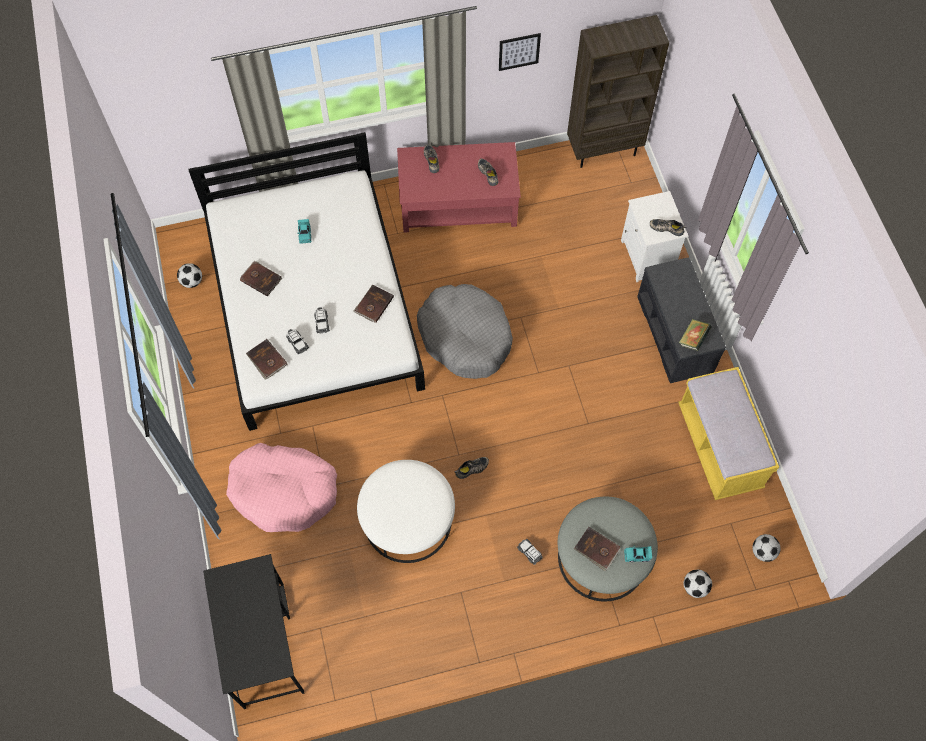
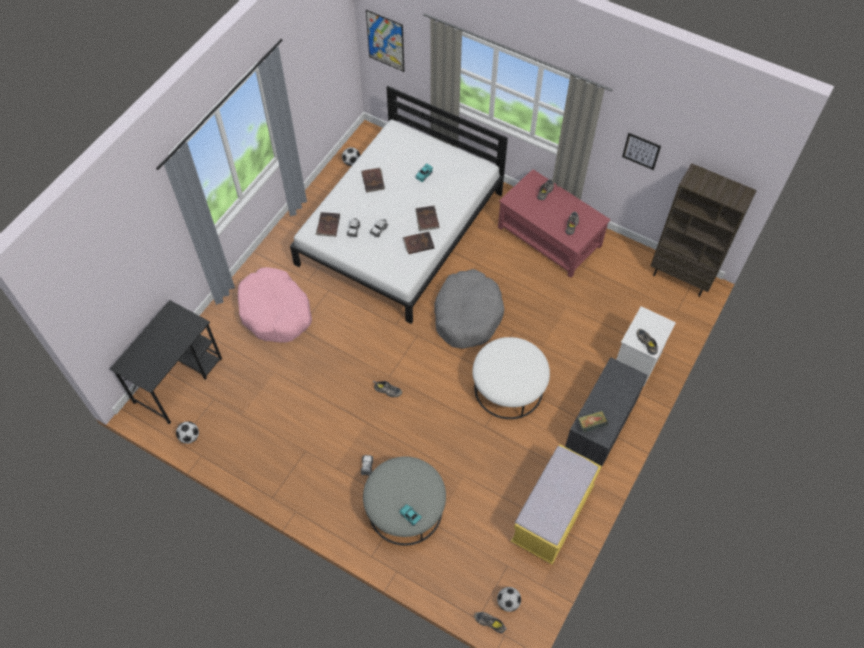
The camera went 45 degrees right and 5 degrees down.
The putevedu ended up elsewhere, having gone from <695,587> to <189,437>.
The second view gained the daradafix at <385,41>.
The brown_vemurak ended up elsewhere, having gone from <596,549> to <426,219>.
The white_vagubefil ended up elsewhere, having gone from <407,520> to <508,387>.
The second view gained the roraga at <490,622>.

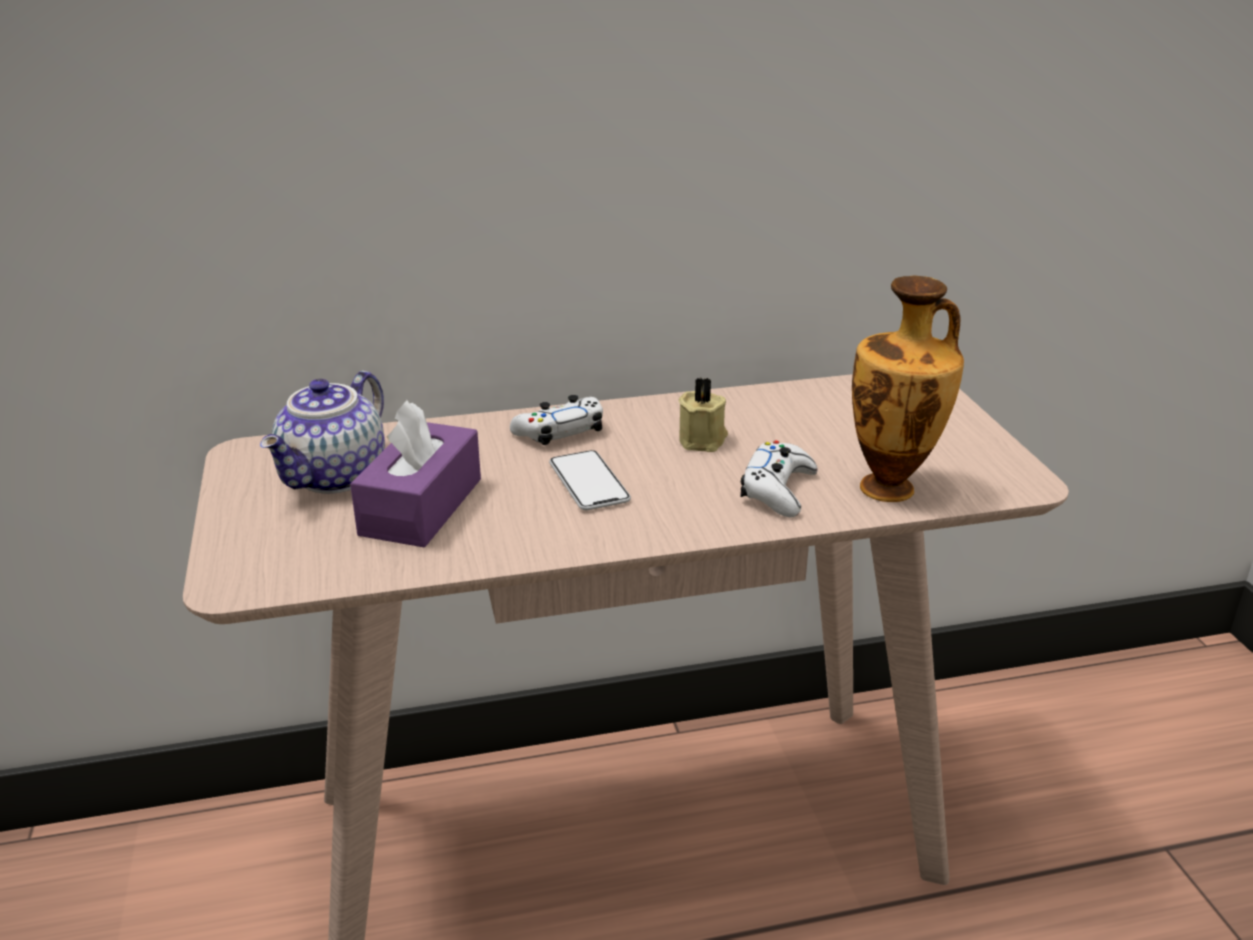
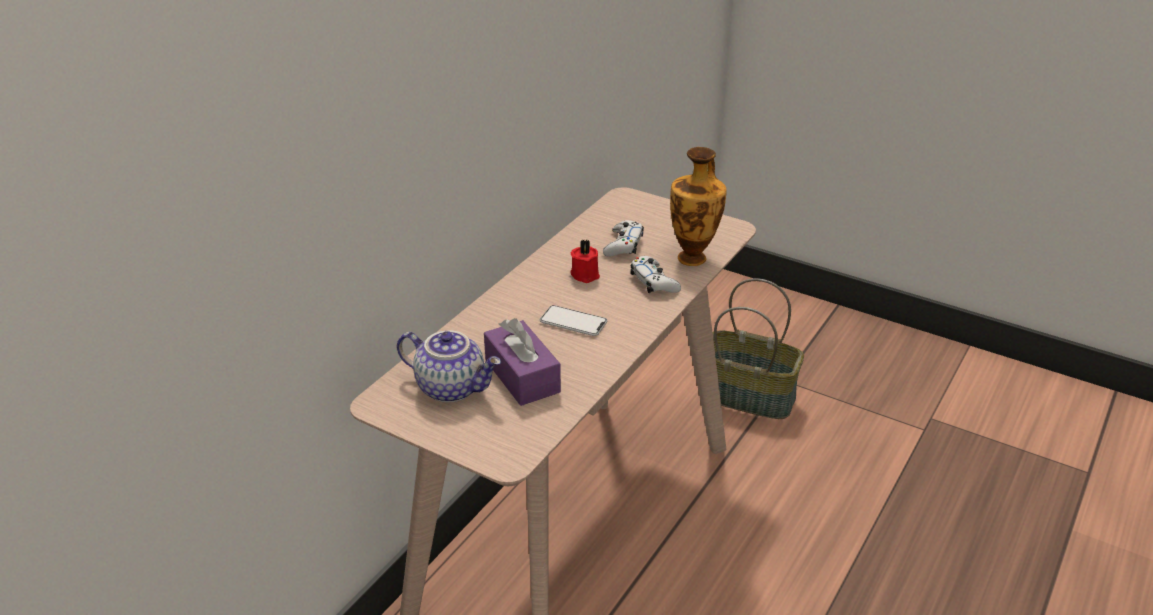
The camera went 45 degrees left and 5 degrees up.
The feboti at <335,477> ended up facing another way, 45 degrees counterclockwise from before.
What was the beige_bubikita at <704,440> turned into the red_bubikita at <585,274>.
The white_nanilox ended up elsewhere, having gone from <560,431> to <623,245>.
The second view gained the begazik at <748,396>.

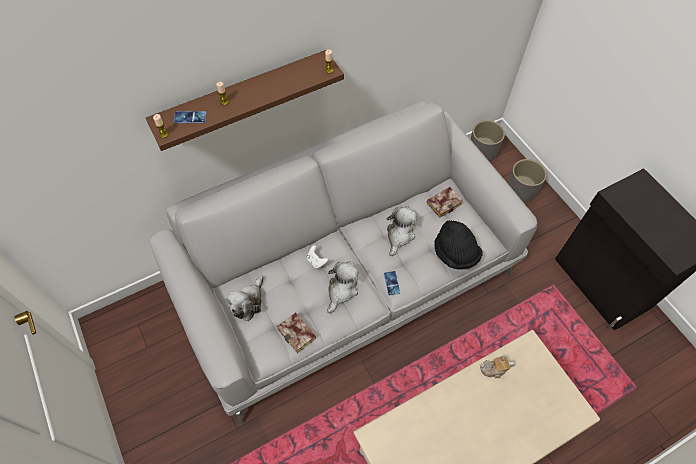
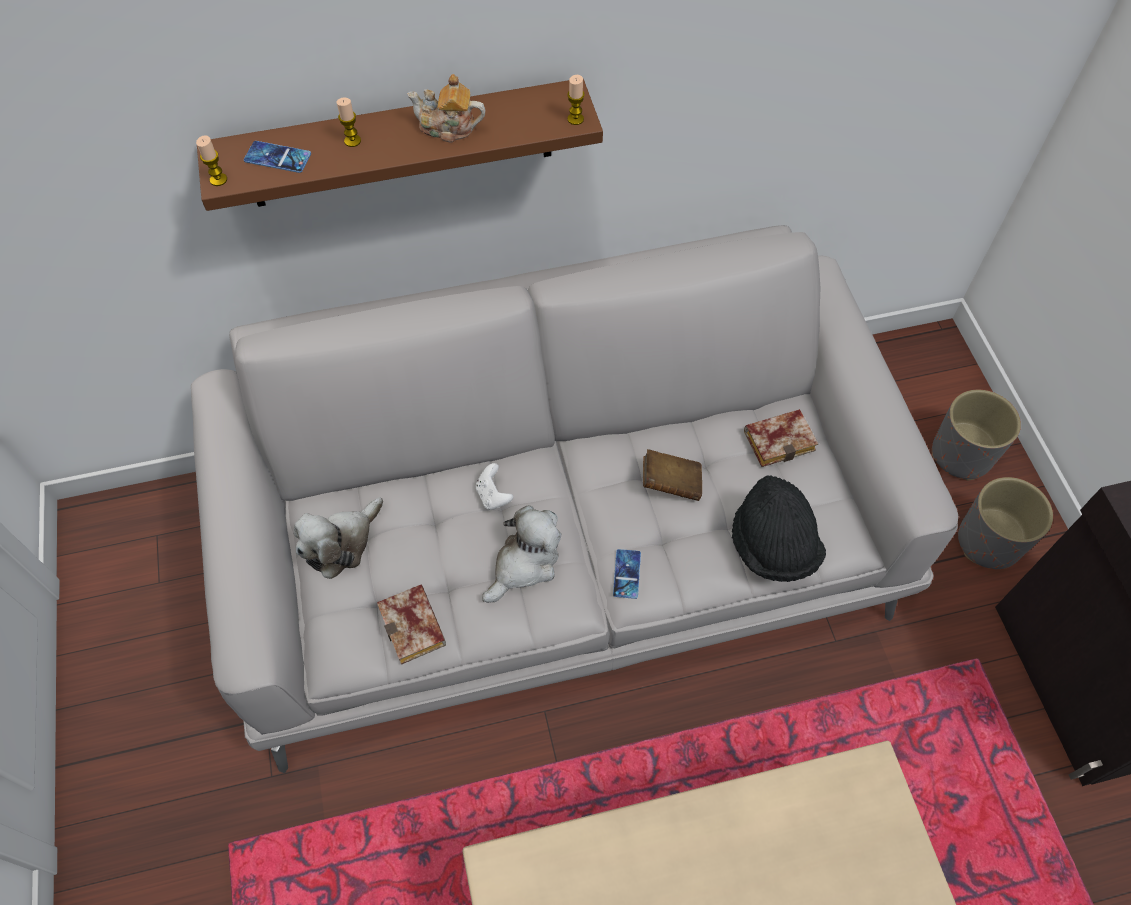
The camera went 15 degrees right and 0 degrees up.
The feboti ended up elsewhere, having gone from <493,369> to <448,128>.
Where the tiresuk stood at <399,235>, the brown_vemurak came to stand at <671,483>.
The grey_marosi ended up elsewhere, having gone from <481,152> to <988,541>.

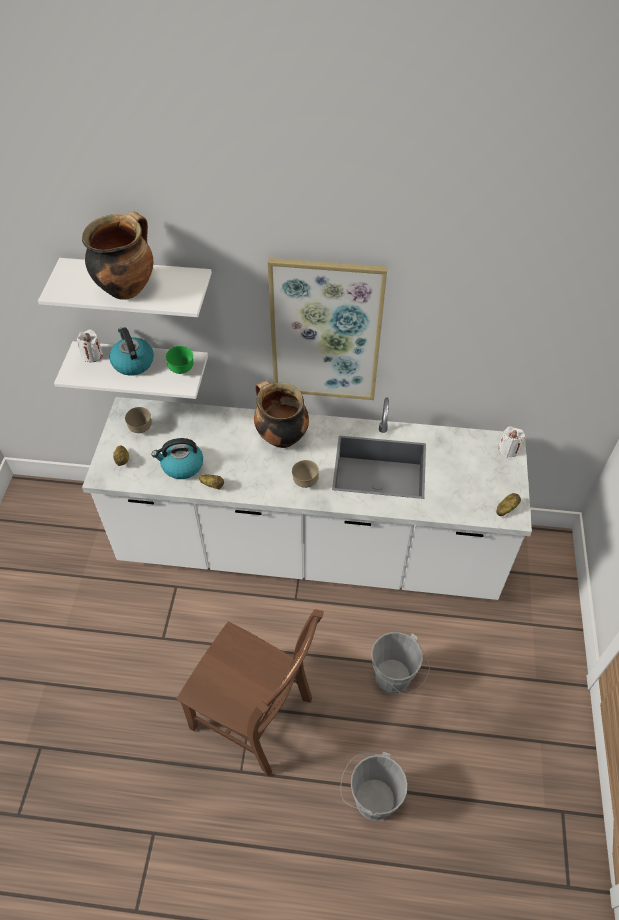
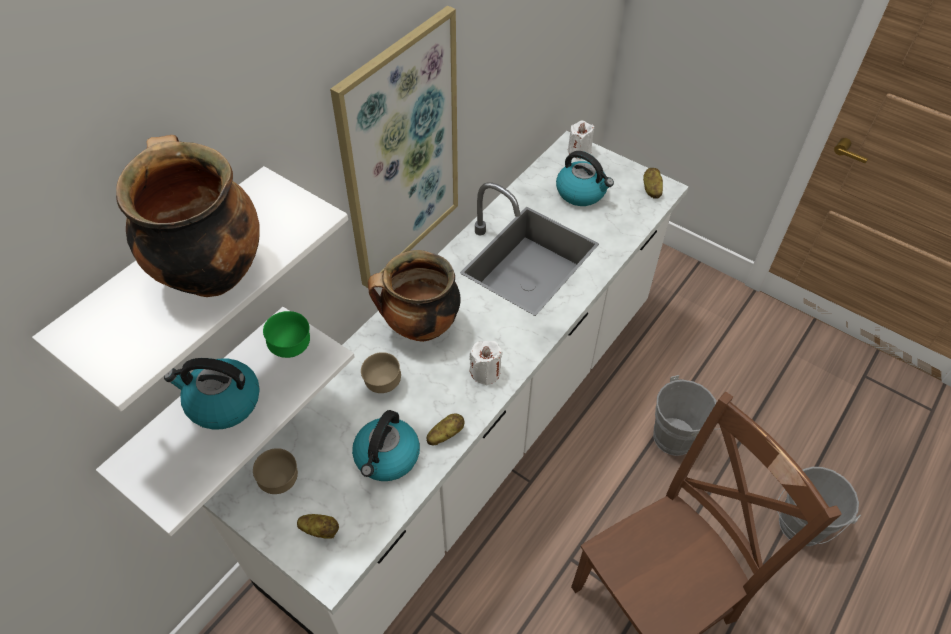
The camera went 60 degrees left and 0 degrees up.
The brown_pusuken ended up elsewhere, having gone from <305,482> to <383,384>.
The white_bubikita ended up elsewhere, having gone from <92,355> to <485,372>.
The second view gained the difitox at <581,192>.

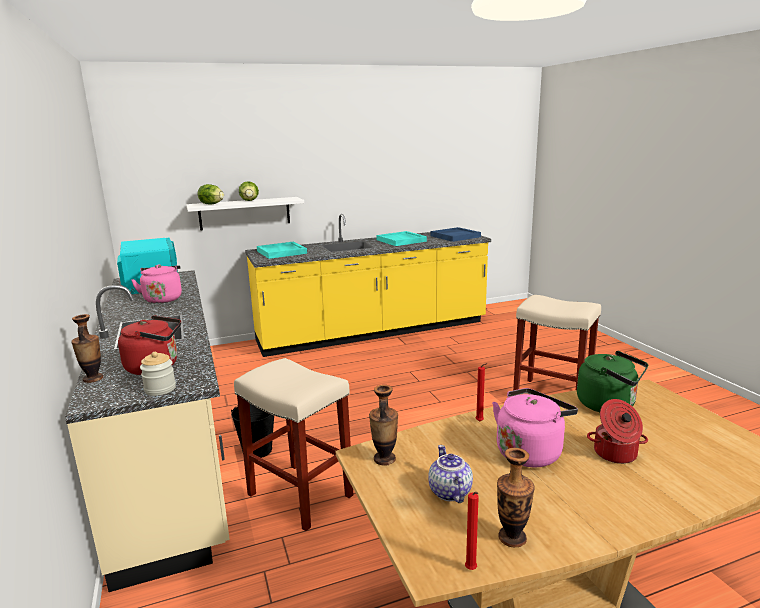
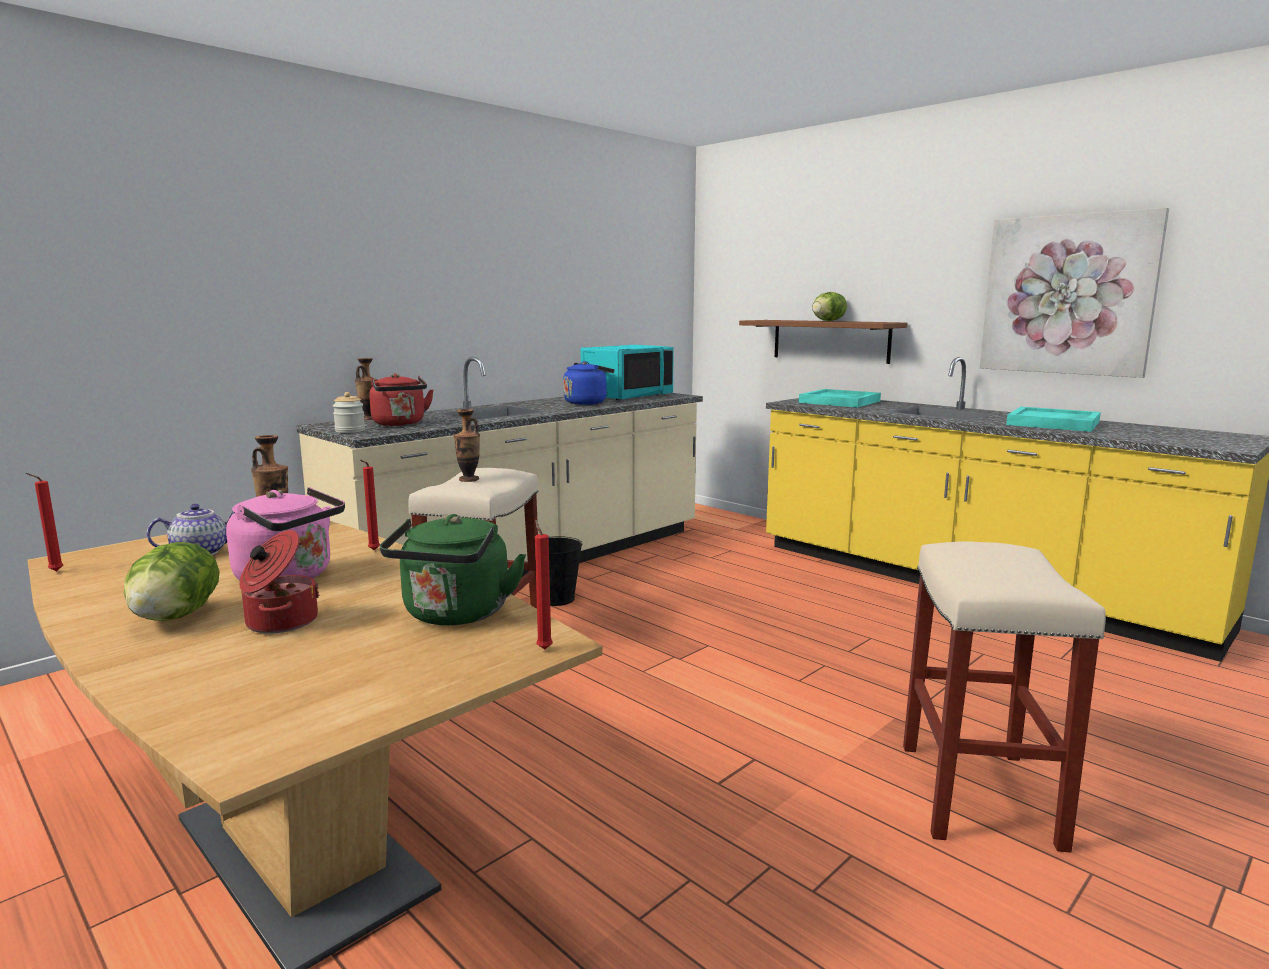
The camera went 65 degrees right and 5 degrees down.
The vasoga ended up elsewhere, having gone from <212,204> to <175,617>.
The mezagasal ended up elsewhere, having gone from <512,538> to <469,479>.
The second view gained the red_bubikita at <543,648>.
What was the pink_difitox at <163,299> turned into the blue_difitox at <587,403>.
What was the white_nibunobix at <245,213> turned into the brown_nibunobix at <830,340>.
The second view gained the daradafix at <1067,295>.
The second view lost the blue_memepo at <455,236>.

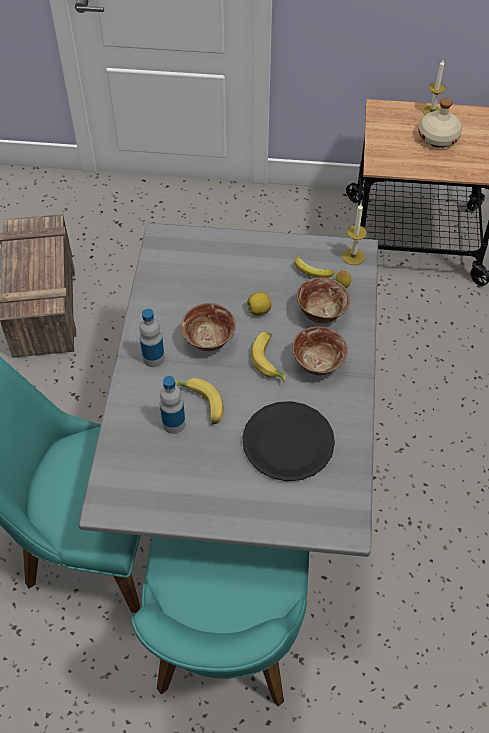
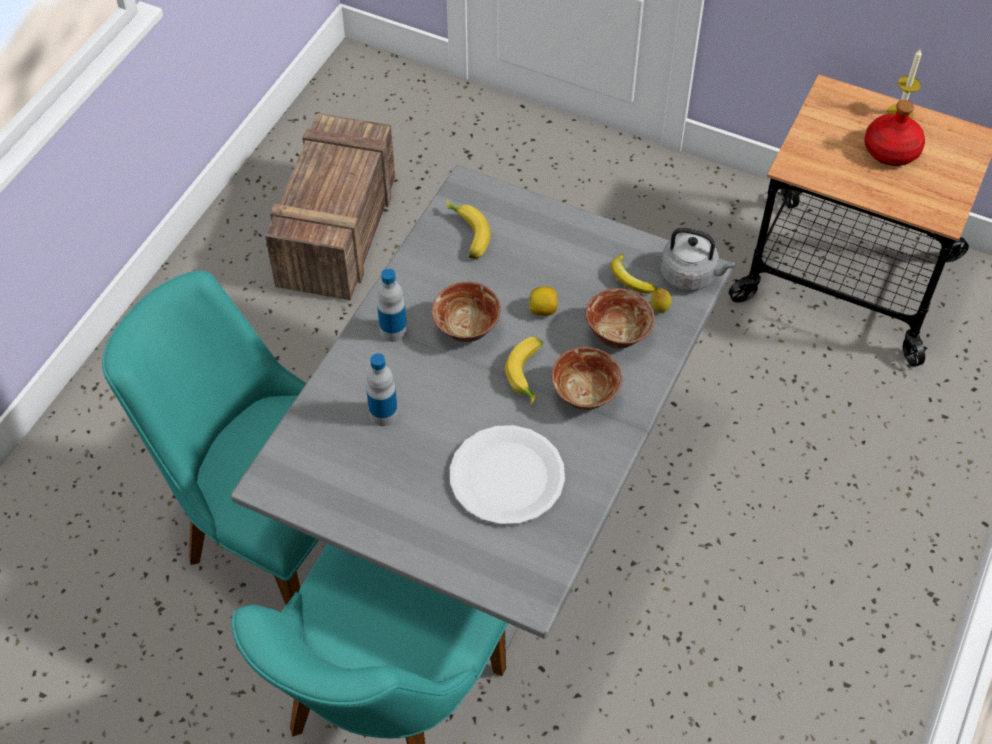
The camera went 20 degrees right and 0 degrees up.
The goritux ended up elsewhere, having gone from <200,404> to <466,235>.
What was the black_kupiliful at <288,442> turned into the white_kupiliful at <507,477>.
Where the bubikita stood at <353,256>, the grey_difitox came to stand at <691,275>.
What was the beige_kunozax at <438,137> turned into the red_kunozax at <892,150>.

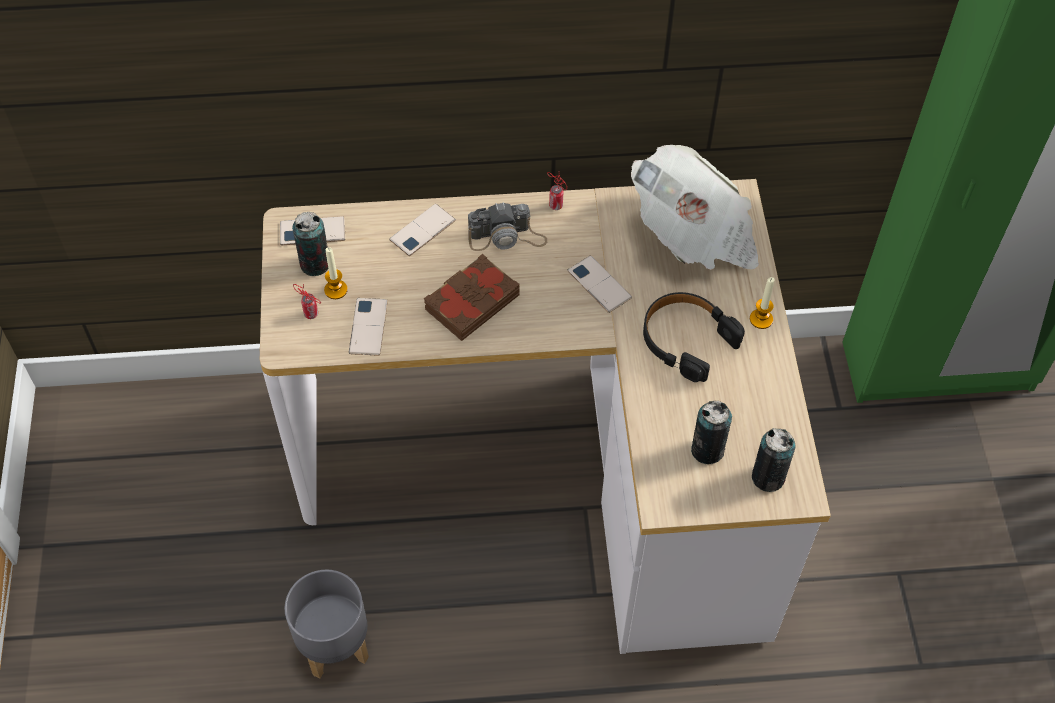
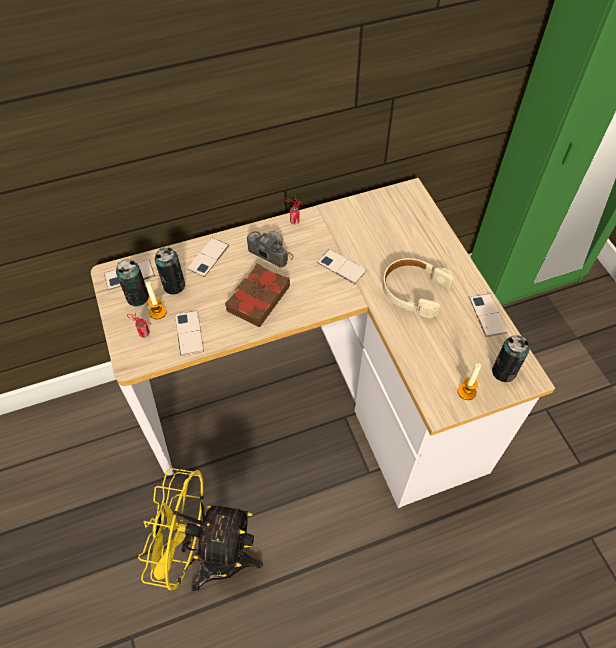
The camera went 15 degrees left and 0 degrees up.
Where the grey_marosi stood at <335,646>, the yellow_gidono came to stand at <209,555>.
The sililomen ended up elsewhere, having gone from <707,450> to <174,286>.
The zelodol at <507,237> ended up facing another way, 120 degrees counterclockwise from before.
What was the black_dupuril at <686,340> turned into the beige_dupuril at <413,291>.
The bubikita ended up elsewhere, having gone from <761,319> to <466,392>.
The second view gained the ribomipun at <487,315>.
The second view lost the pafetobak at <695,235>.

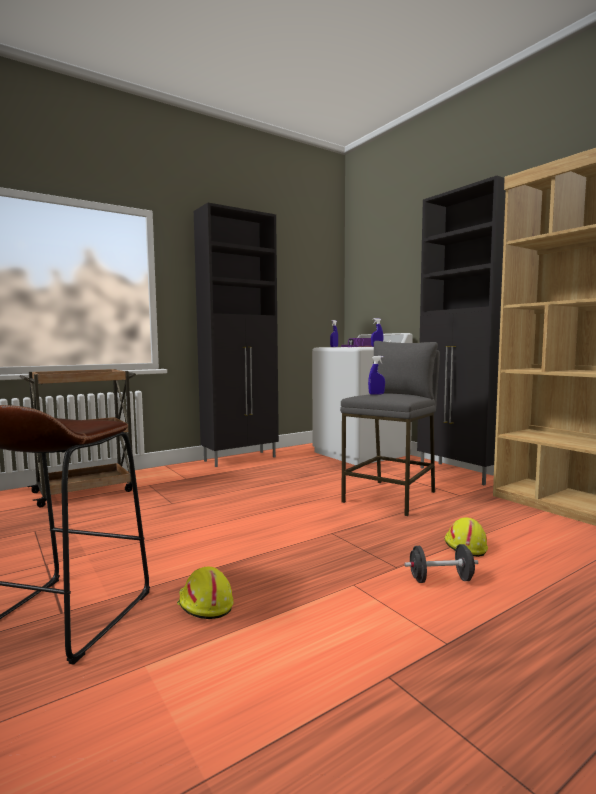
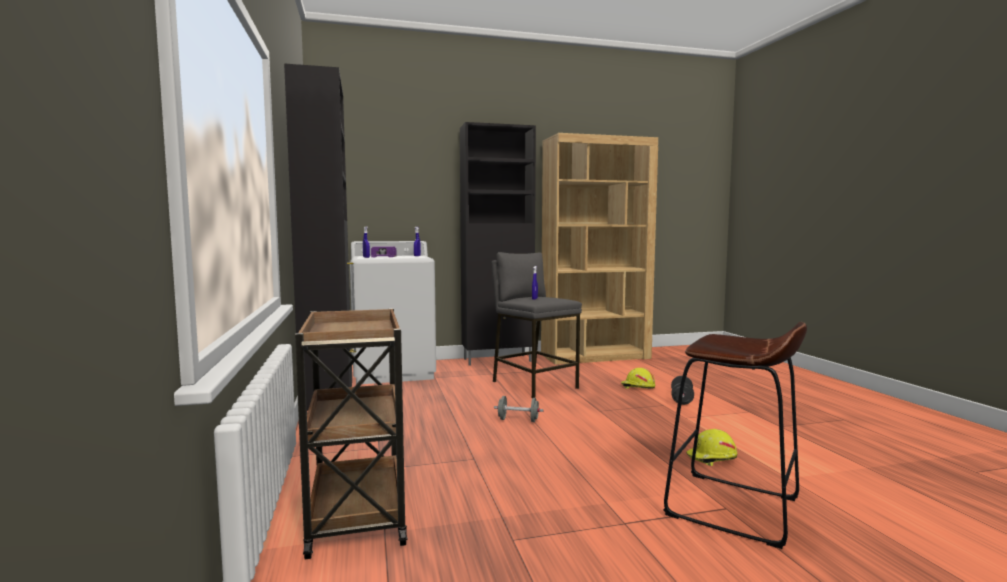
The camera went 70 degrees left and 0 degrees up.
The second view gained the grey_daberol at <518,420>.

